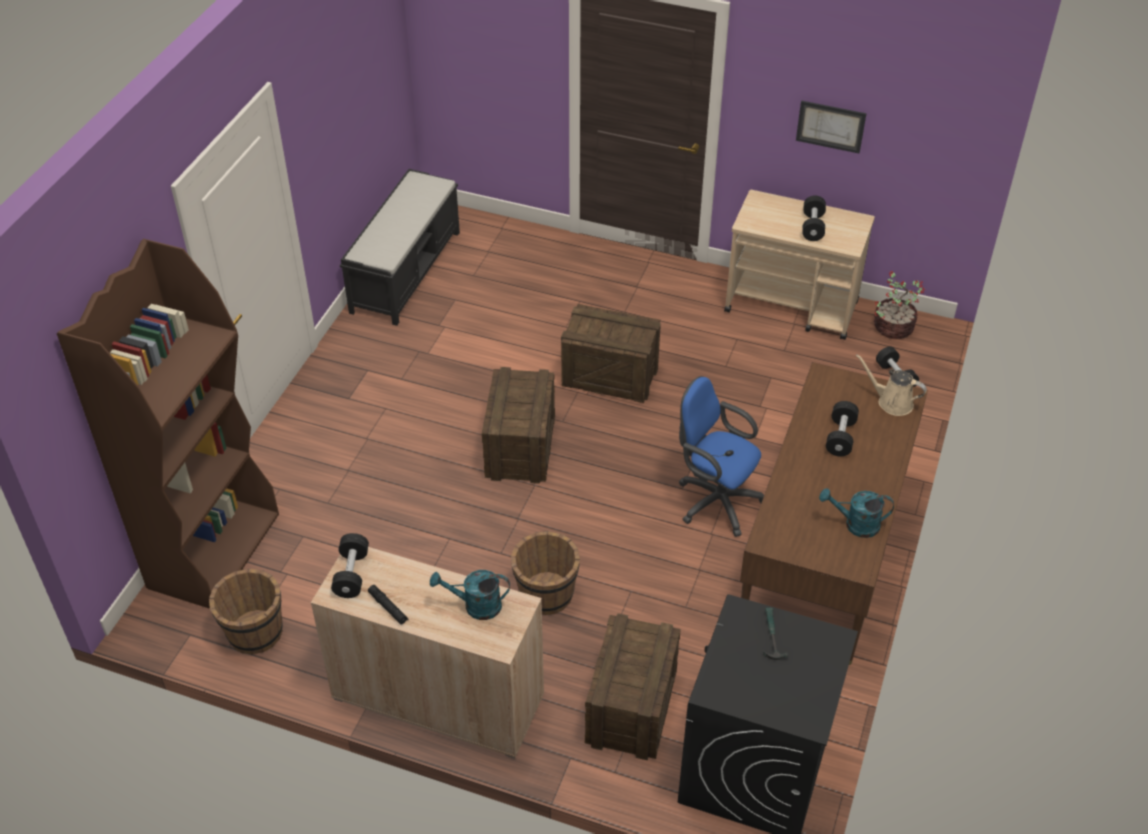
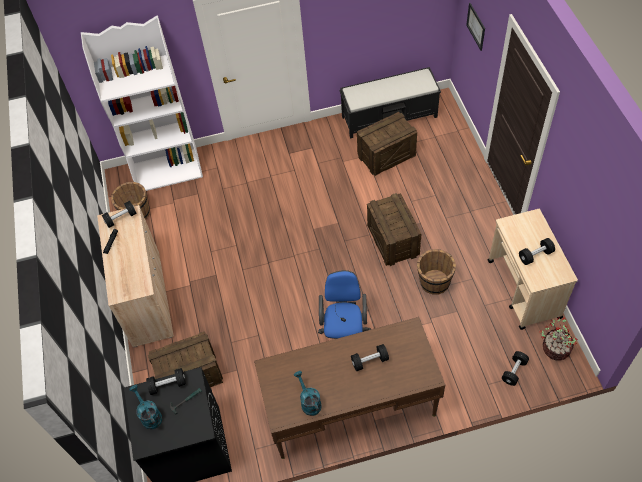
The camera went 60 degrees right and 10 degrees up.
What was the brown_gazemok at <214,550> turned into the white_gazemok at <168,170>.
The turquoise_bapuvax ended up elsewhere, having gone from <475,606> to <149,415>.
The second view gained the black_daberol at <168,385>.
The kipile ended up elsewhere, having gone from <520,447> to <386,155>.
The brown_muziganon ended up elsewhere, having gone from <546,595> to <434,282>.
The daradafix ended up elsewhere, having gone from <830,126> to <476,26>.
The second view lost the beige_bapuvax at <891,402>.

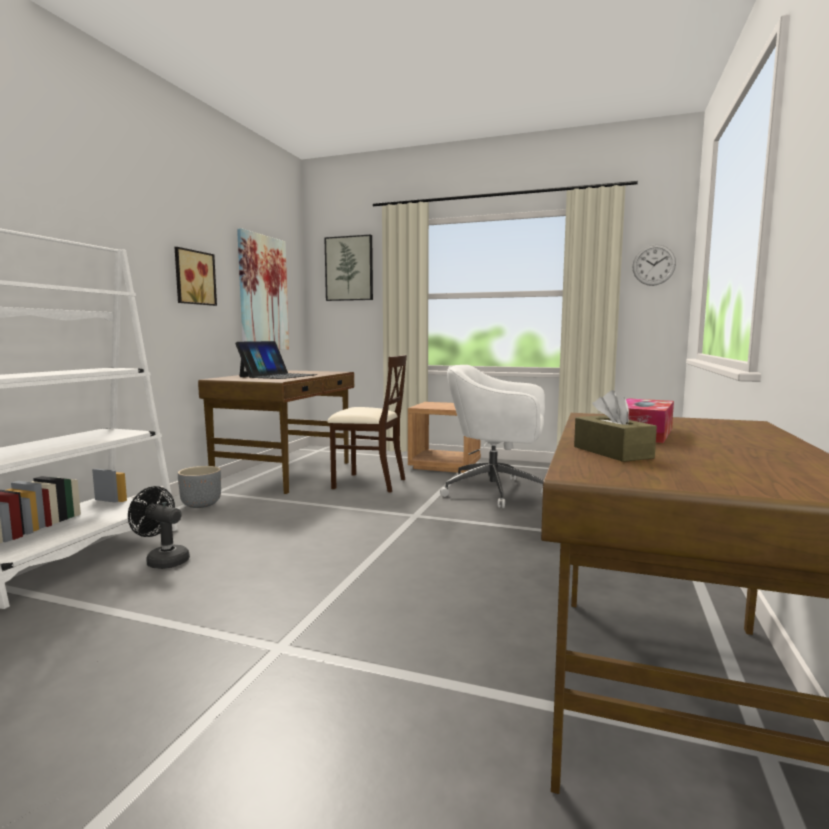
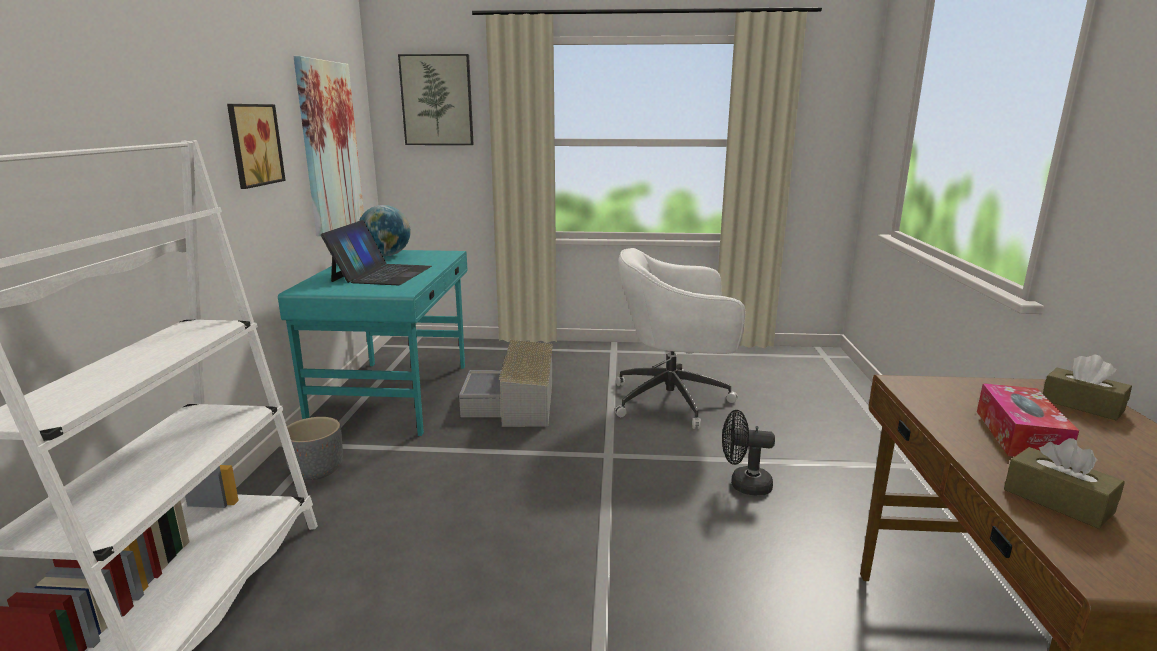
The camera went 15 degrees left and 10 degrees up.
What was the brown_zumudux at <286,473> turned into the turquoise_zumudux at <396,395>.
The second view gained the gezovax at <386,255>.
Where the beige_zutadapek stood at <368,483>, the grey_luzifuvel came to stand at <515,403>.
The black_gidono ended up elsewhere, having gone from <163,560> to <743,484>.
The second view gained the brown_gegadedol at <1082,405>.
The second view lost the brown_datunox at <445,465>.
The second view lost the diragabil at <653,265>.

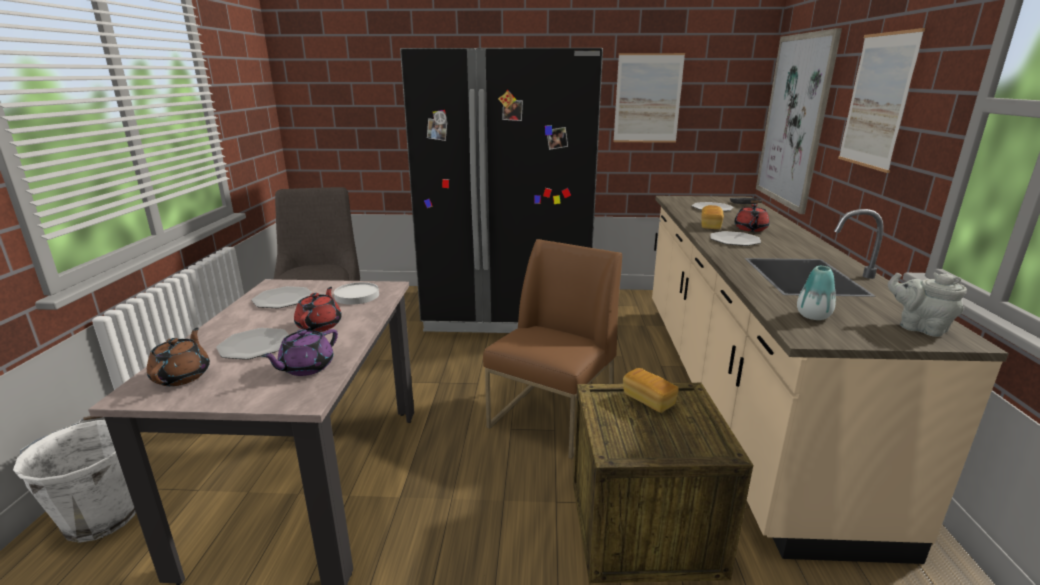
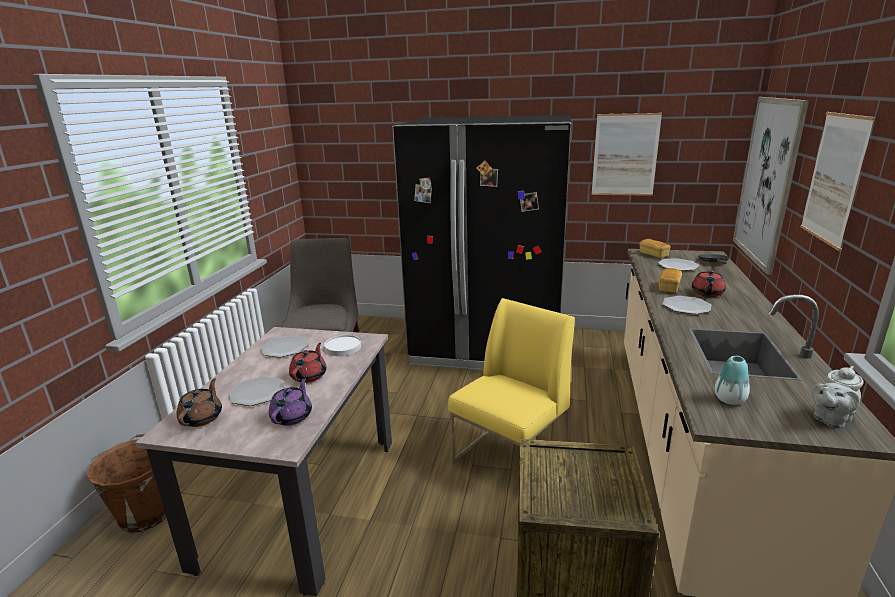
The camera went 10 degrees right and 0 degrees up.
What was the white_muziganon at <103,515> turned into the brown_muziganon at <147,512>.
The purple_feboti at <306,367> ended up facing another way, 150 degrees clockwise from before.
What was the brown_zutadapek at <552,417> turned into the yellow_zutadapek at <510,456>.
The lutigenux ended up elsewhere, having gone from <648,400> to <653,255>.
The grey_feboti at <919,327> ended up facing another way, 90 degrees counterclockwise from before.

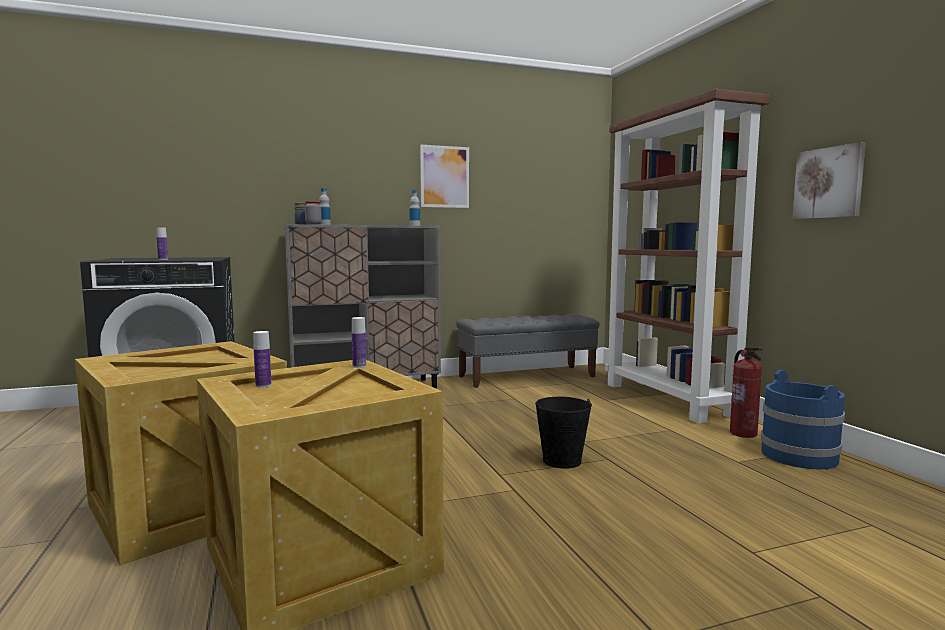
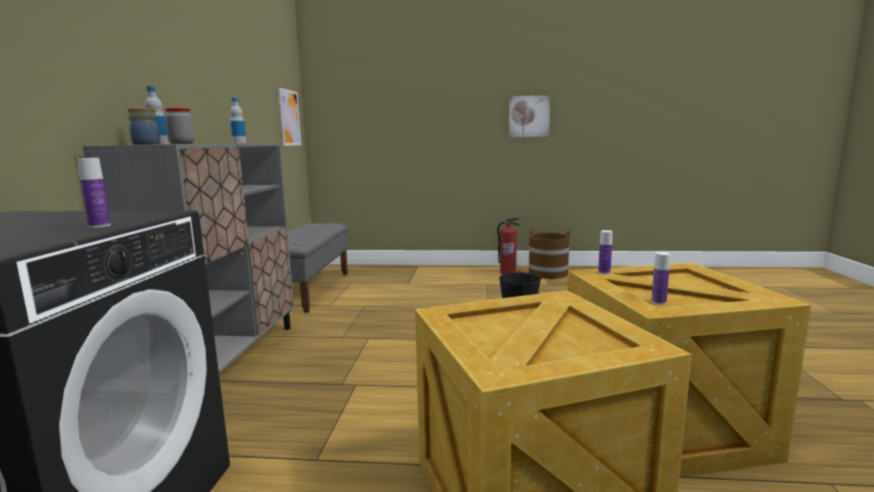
The camera went 65 degrees left and 5 degrees up.
The daradafix ended up elsewhere, having gone from <444,177> to <289,118>.
What was the blue_muziganon at <799,456> turned into the brown_muziganon at <548,273>.
The second view lost the brown_gazemok at <669,400>.

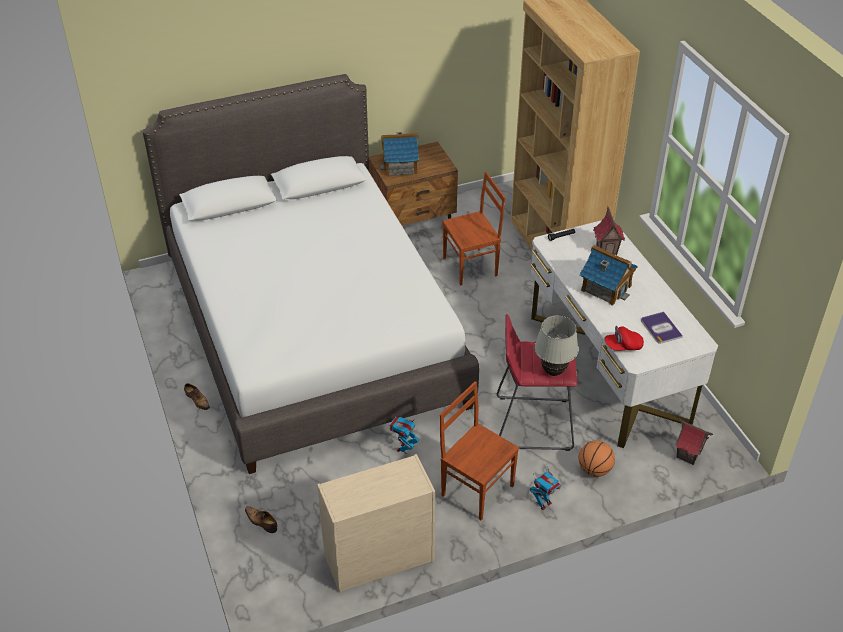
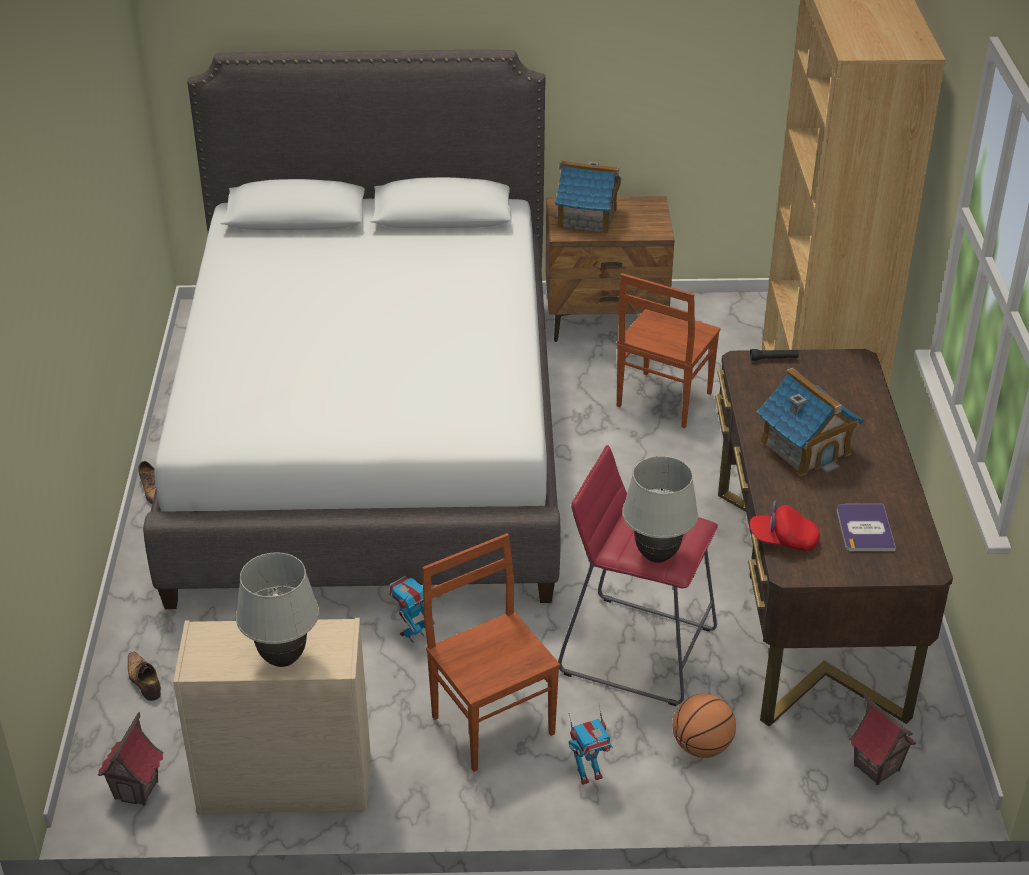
The camera went 20 degrees right and 5 degrees down.
The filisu ended up elsewhere, having gone from <607,250> to <137,790>.
The second view gained the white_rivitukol at <282,659>.
The brown_zutadapek at <471,267> ended up facing another way, 120 degrees clockwise from before.
What was the white_zumudux at <607,368> turned into the brown_zumudux at <807,598>.

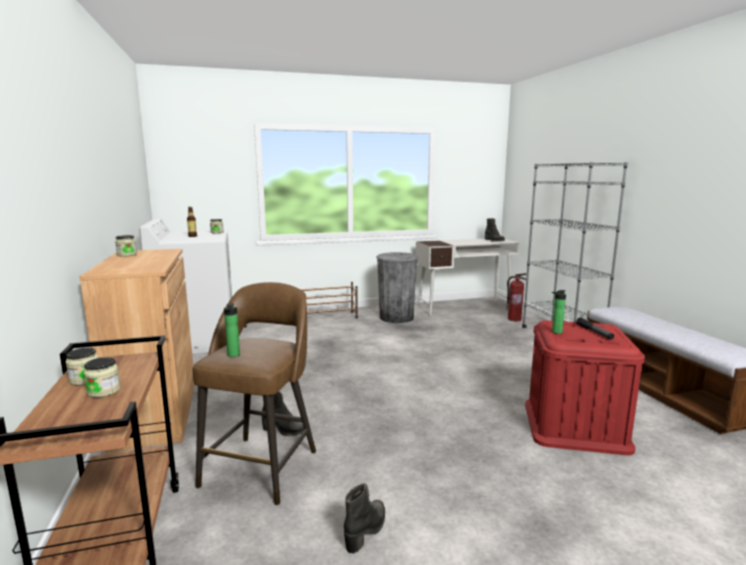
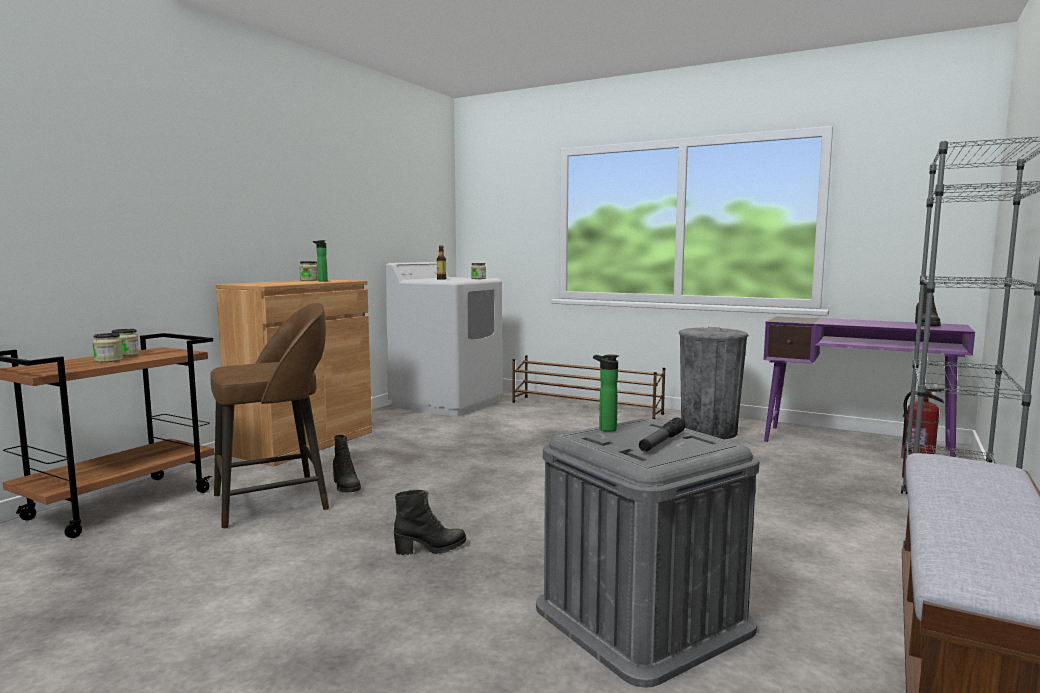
The camera went 45 degrees right and 5 degrees down.
The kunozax ended up elsewhere, having gone from <233,355> to <321,281>.
The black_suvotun ended up elsewhere, having gone from <366,531> to <431,549>.
What was the red_luzifuvel at <575,426> turned into the grey_luzifuvel at <642,617>.
What was the white_zumudux at <465,308> turned into the purple_zumudux at <856,445>.

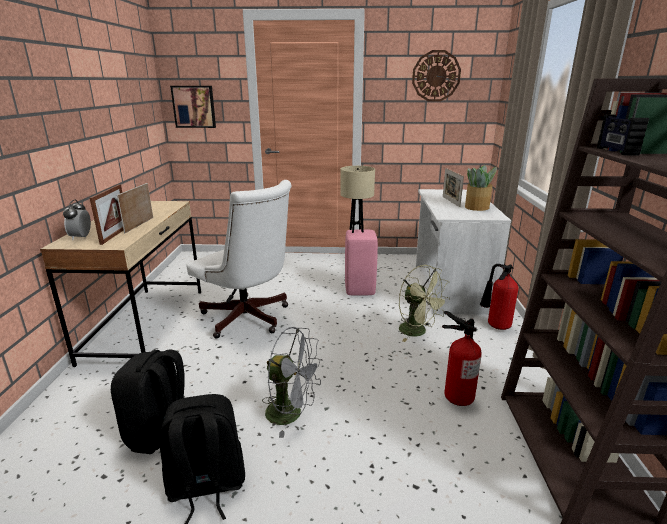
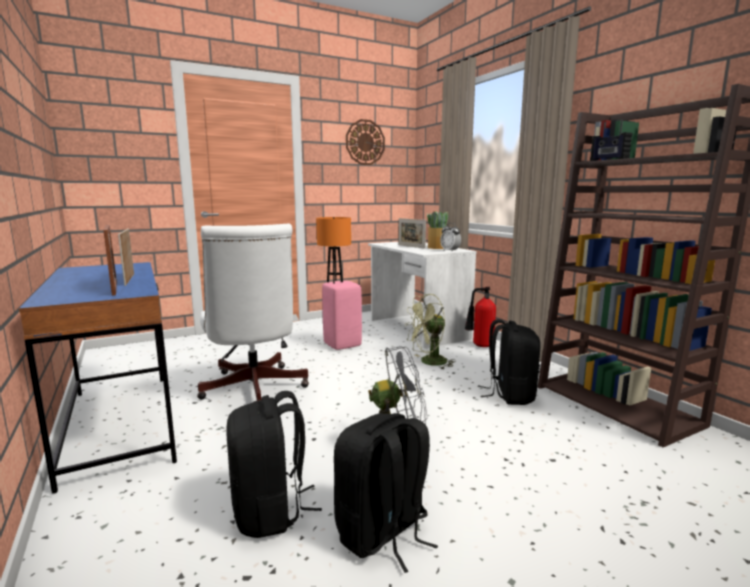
The camera went 30 degrees left and 10 degrees down.
What was the beige_zumudux at <146,324> turned into the blue_zumudux at <120,424>.
The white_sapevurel at <248,319> ended up facing another way, 60 degrees clockwise from before.
What was the beige_rivitukol at <356,230> turned into the orange_rivitukol at <335,282>.
The green_gidono at <418,332> ended up facing another way, 135 degrees clockwise from before.
The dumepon ended up elsewhere, having gone from <81,237> to <450,251>.
Where the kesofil stood at <458,396>, the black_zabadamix came to stand at <509,395>.
The second view lost the daradafix at <194,106>.

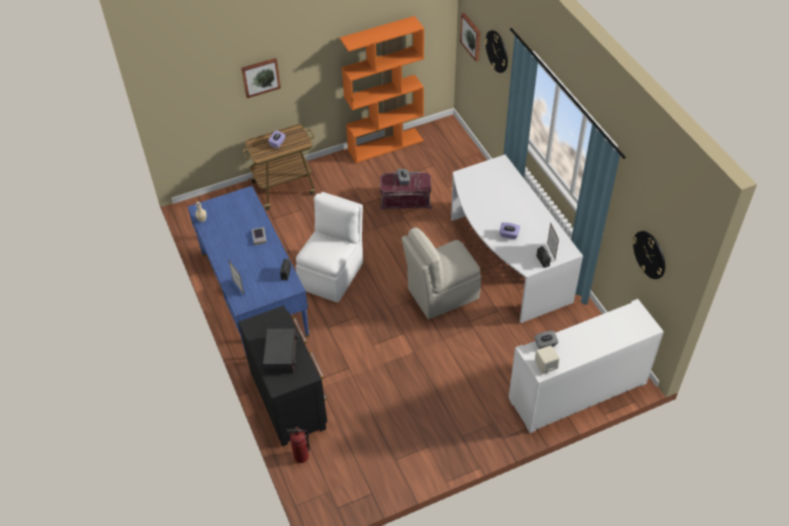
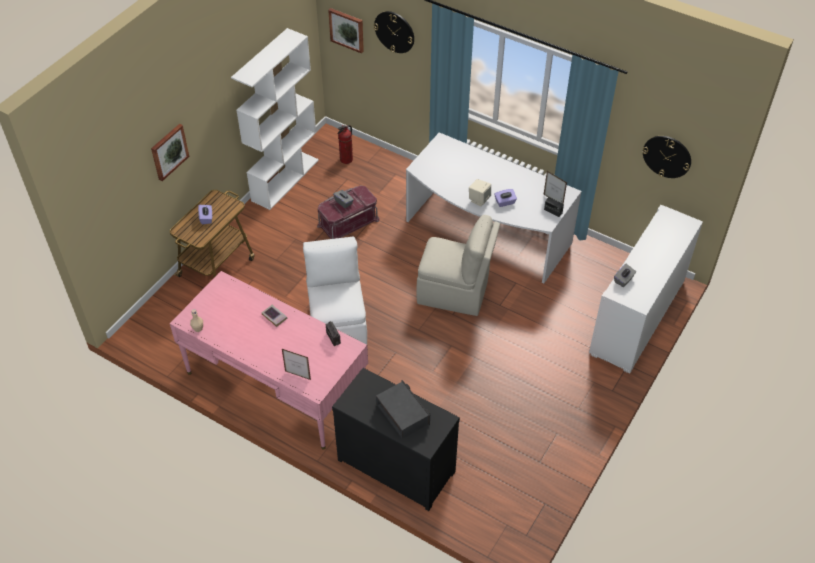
The camera went 35 degrees left and 0 degrees up.
What was the blue_zumudux at <254,294> turned into the pink_zumudux at <275,384>.
What was the orange_gazemok at <386,145> turned into the white_gazemok at <285,179>.
The kesofil ended up elsewhere, having gone from <301,456> to <346,160>.
The beige_zutadapek at <441,294> ended up facing another way, 105 degrees counterclockwise from before.
The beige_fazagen ended up elsewhere, having gone from <545,366> to <479,200>.

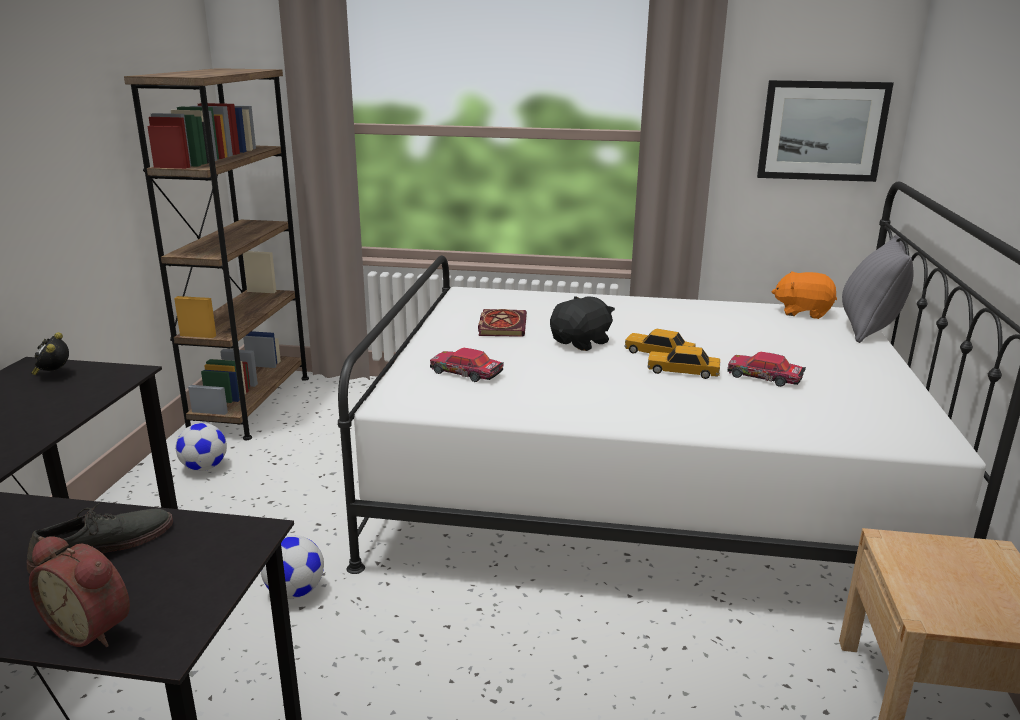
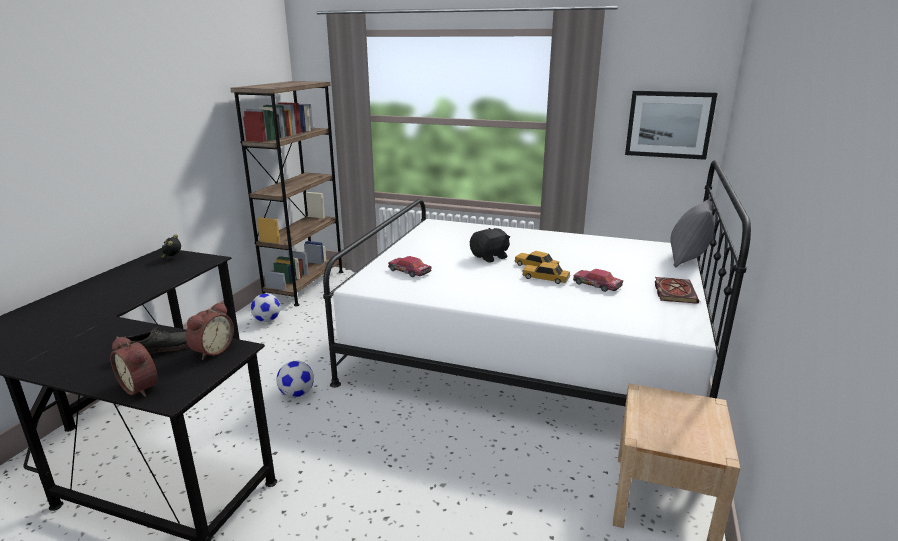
The camera went 10 degrees right and 0 degrees up.
The second view gained the dumepon at <211,350>.
The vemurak ended up elsewhere, having gone from <501,325> to <673,292>.
The second view lost the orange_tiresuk at <803,312>.

